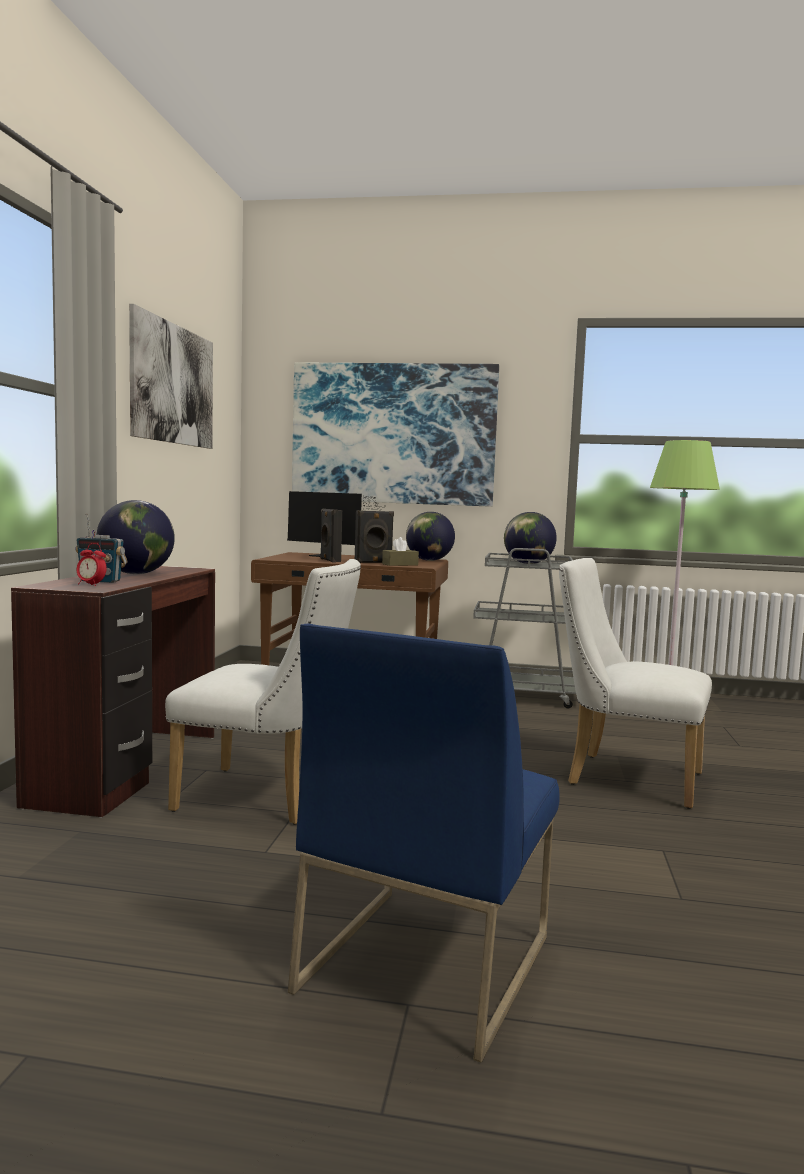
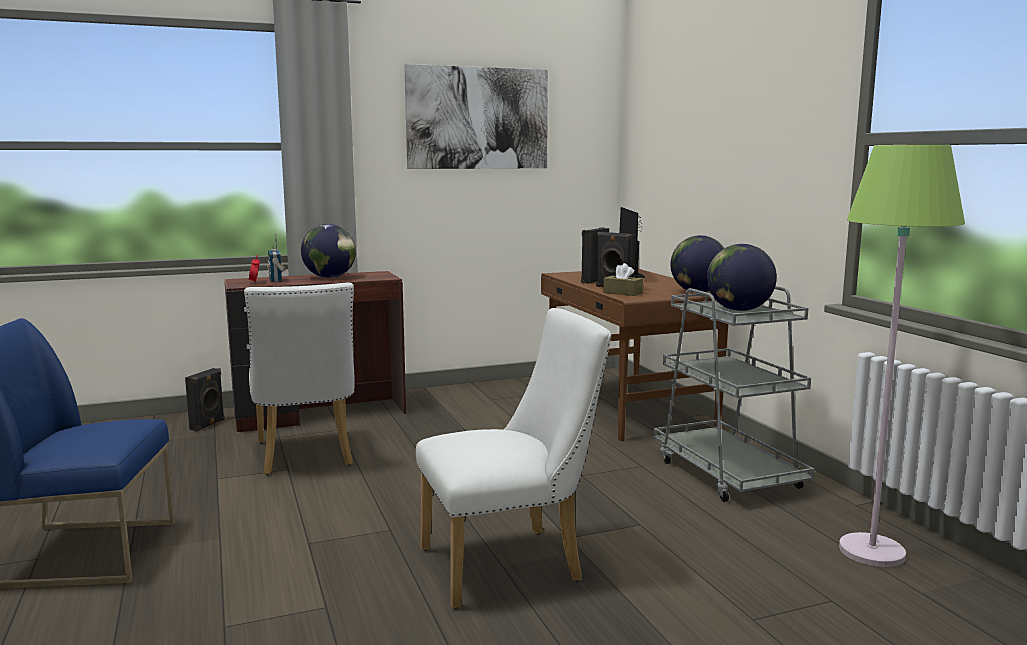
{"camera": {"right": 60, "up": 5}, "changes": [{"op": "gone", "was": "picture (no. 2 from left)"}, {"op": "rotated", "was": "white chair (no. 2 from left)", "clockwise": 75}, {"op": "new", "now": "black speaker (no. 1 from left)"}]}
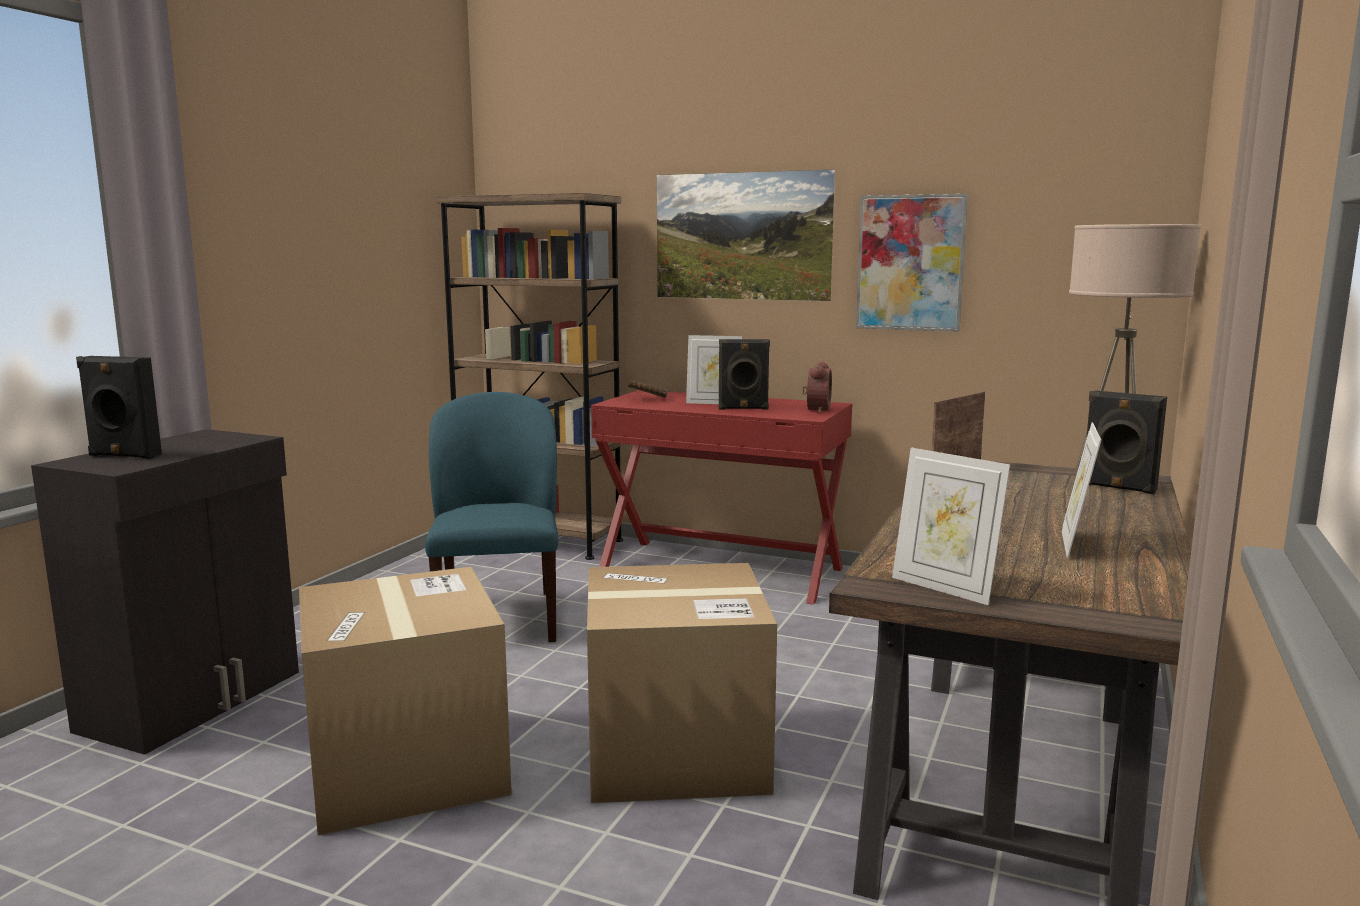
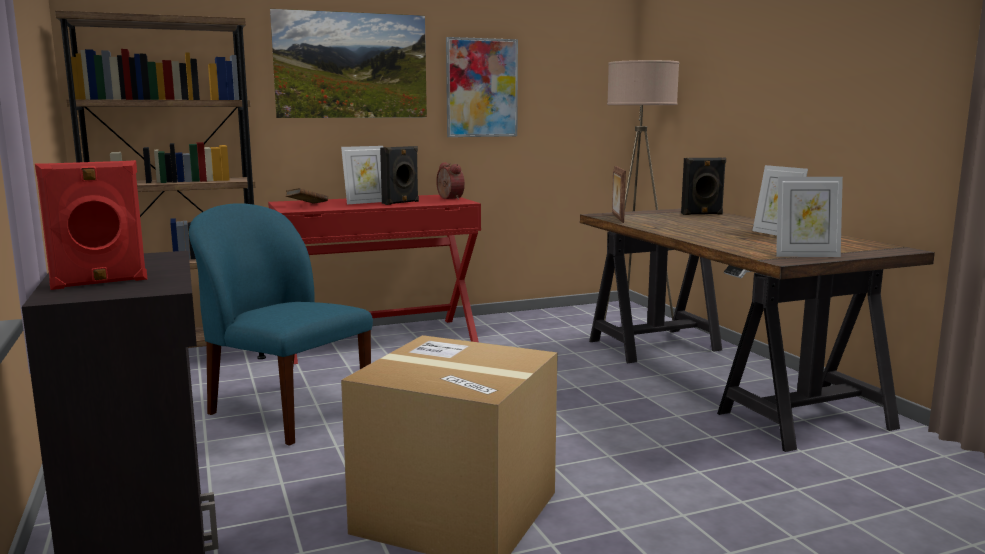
{"camera": {"right": -45, "up": 0}, "changes": [{"op": "repainted", "was": "black speaker (no. 1 from left)", "now": "red speaker"}, {"op": "gone", "was": "cardboard box (no. 2 from left)"}]}
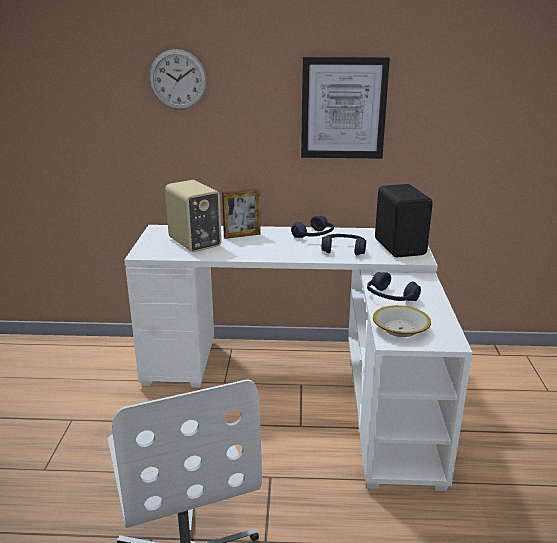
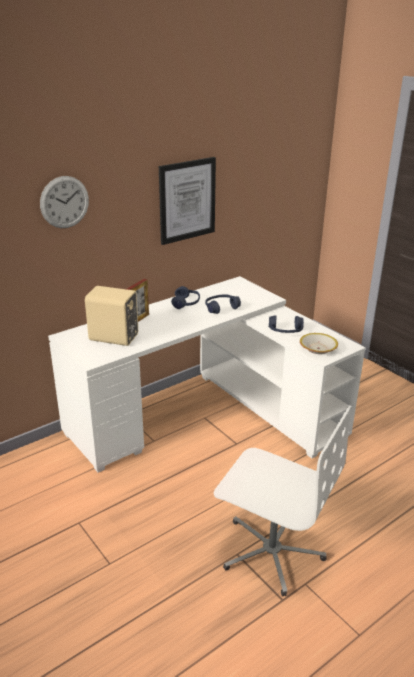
{"camera": {"right": -40, "up": 5}, "changes": [{"op": "gone", "was": "black speaker"}]}
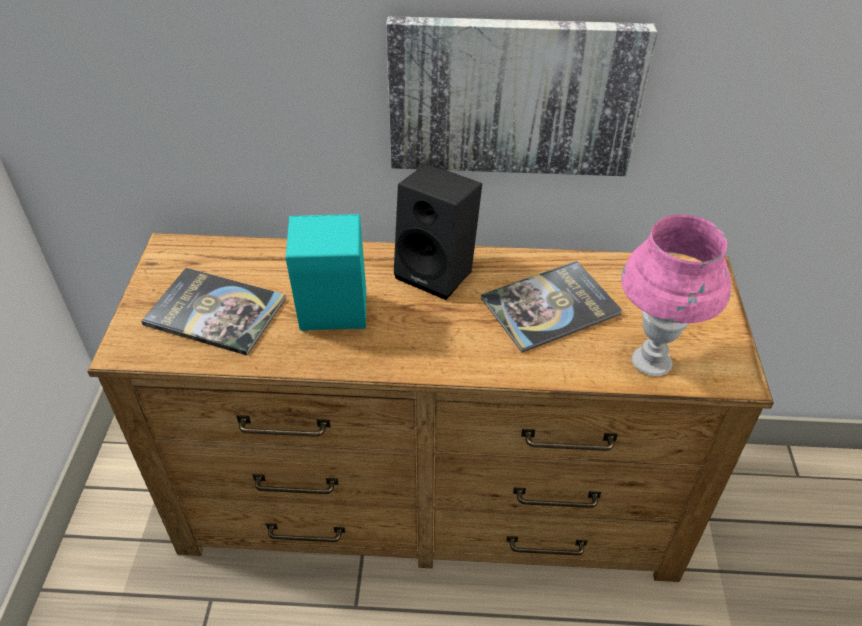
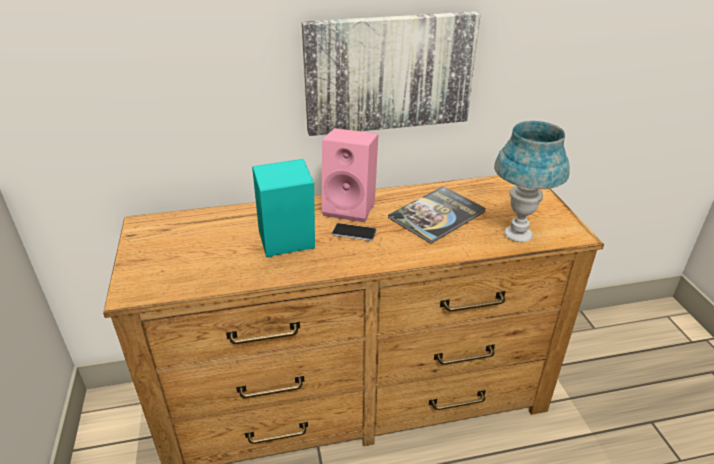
{"camera": {"right": -15, "up": -10}, "changes": [{"op": "repainted", "was": "black speaker", "now": "pink speaker"}, {"op": "repainted", "was": "pink table lamp", "now": "blue table lamp"}, {"op": "gone", "was": "book (no. 1 from left)"}, {"op": "new", "now": "phone"}]}
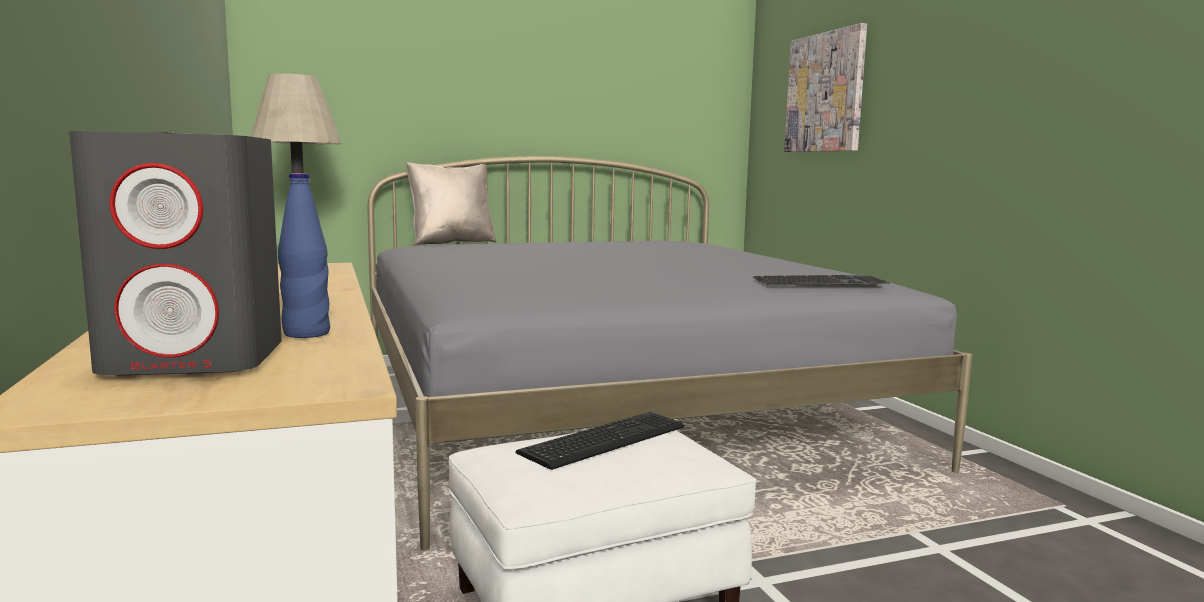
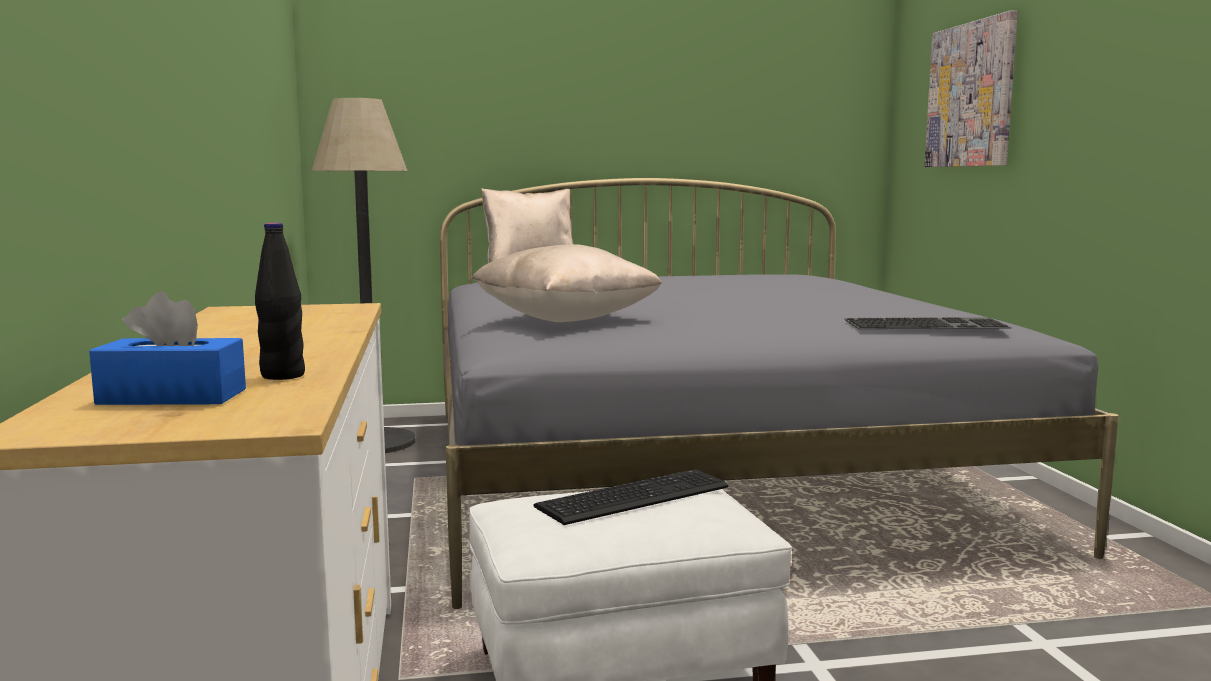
{"camera": {"right": 10, "up": 0}, "changes": [{"op": "swapped", "was": "grey speaker", "now": "blue tissue box"}, {"op": "repainted", "was": "blue bottle", "now": "black bottle"}, {"op": "new", "now": "beige pillow (no. 2 from left)"}]}
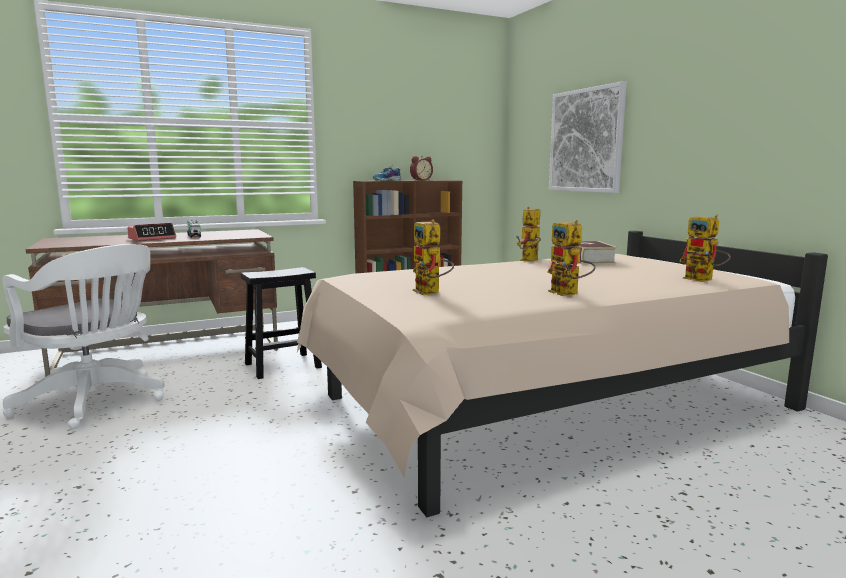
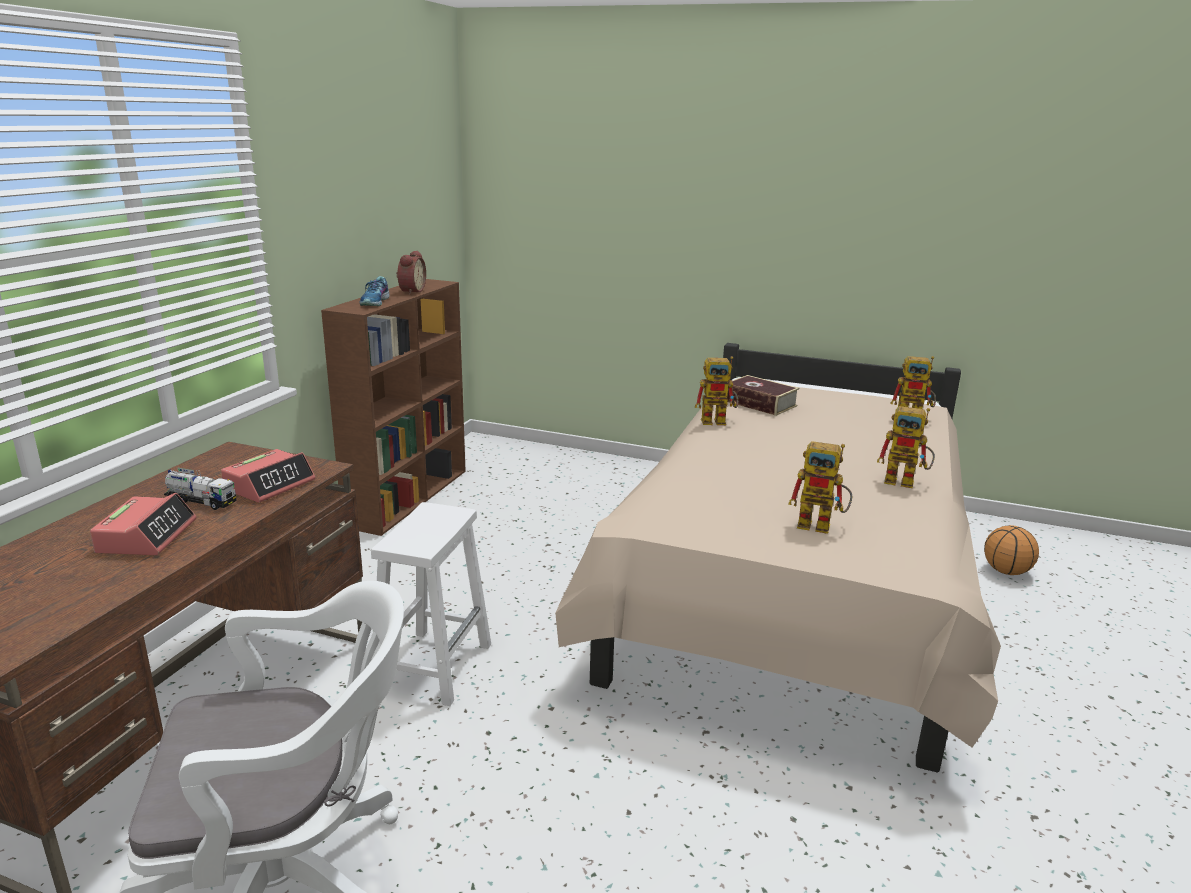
{"camera": {"right": -45, "up": 10}, "changes": [{"op": "gone", "was": "picture"}, {"op": "rotated", "was": "toy robot (no. 2 from left in the first image)", "clockwise": -75}, {"op": "repainted", "was": "black stool", "now": "white stool"}, {"op": "new", "now": "alarm clock (no. 2 from left)"}, {"op": "new", "now": "basketball"}]}
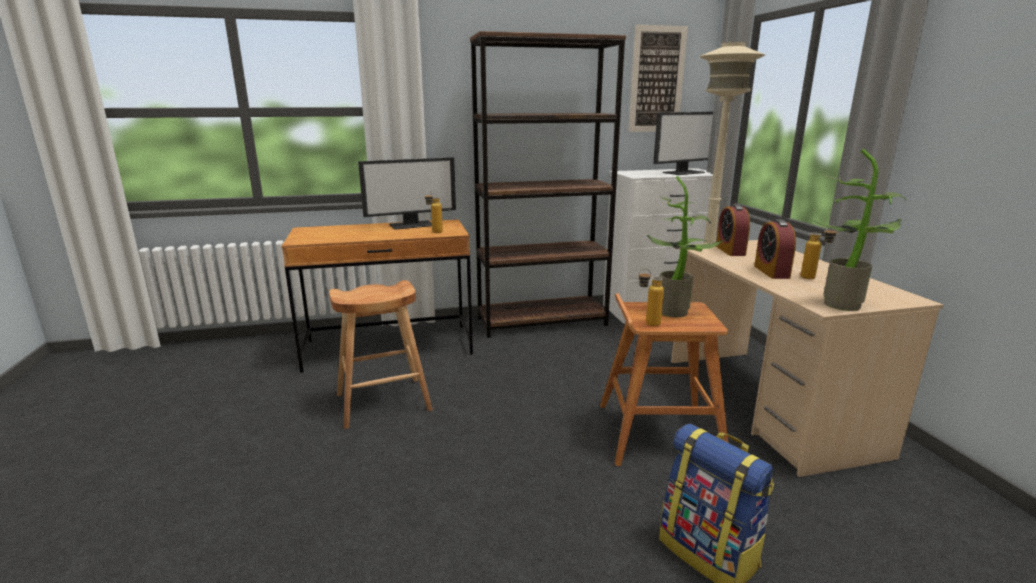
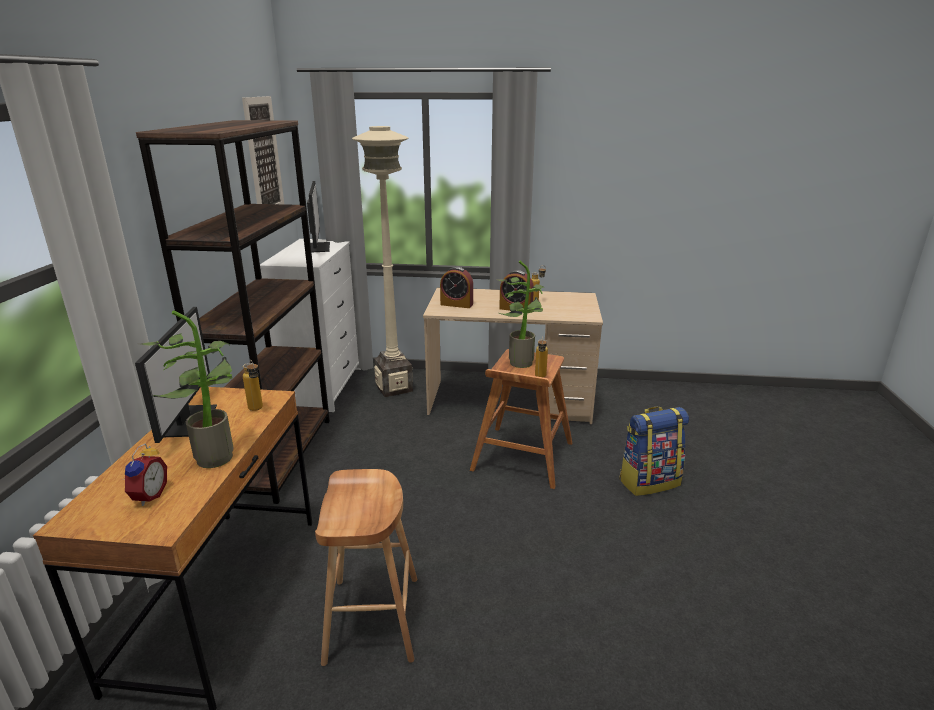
{"camera": {"right": -70, "up": 5}, "changes": [{"op": "shifted", "was": "potted plant (no. 2 from left in the first image)", "now": "potted plant (no. 1 from left)"}, {"op": "new", "now": "alarm clock (no. 1 from left)"}]}
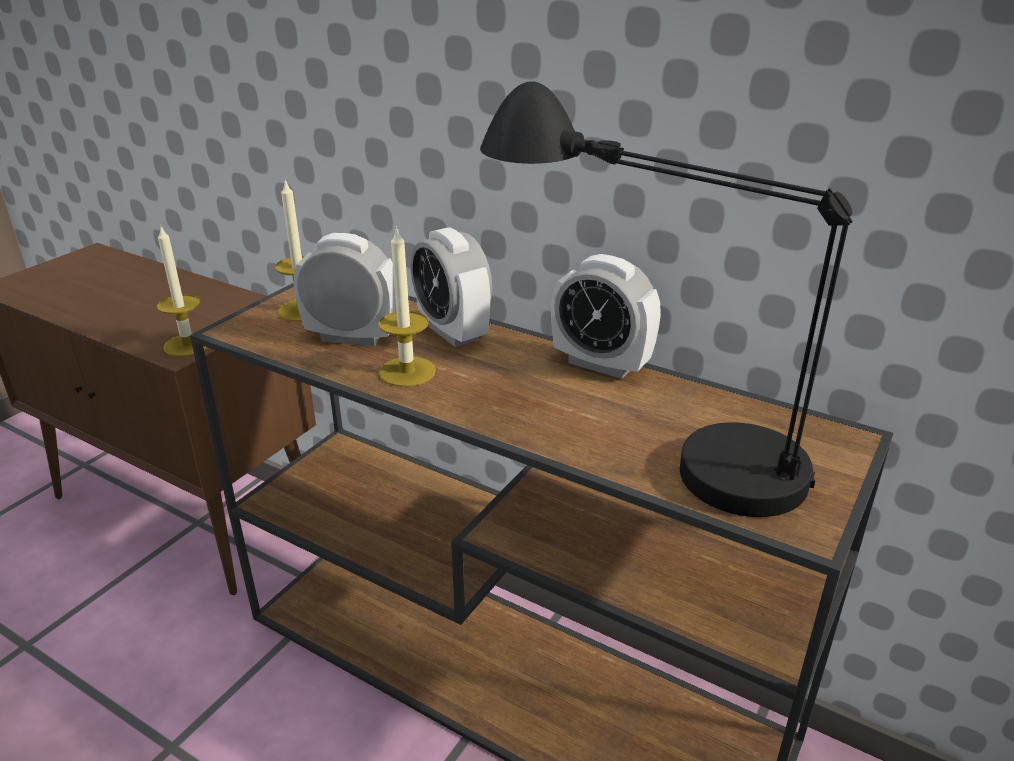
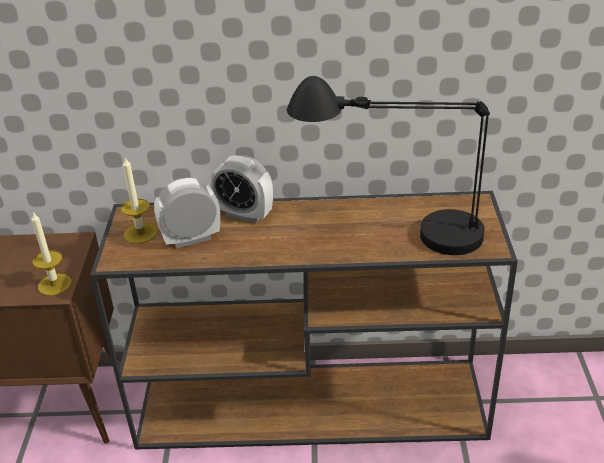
{"camera": {"right": -30, "up": 5}, "changes": [{"op": "gone", "was": "candle (no. 3 from left)"}, {"op": "gone", "was": "alarm clock (no. 3 from left)"}]}
